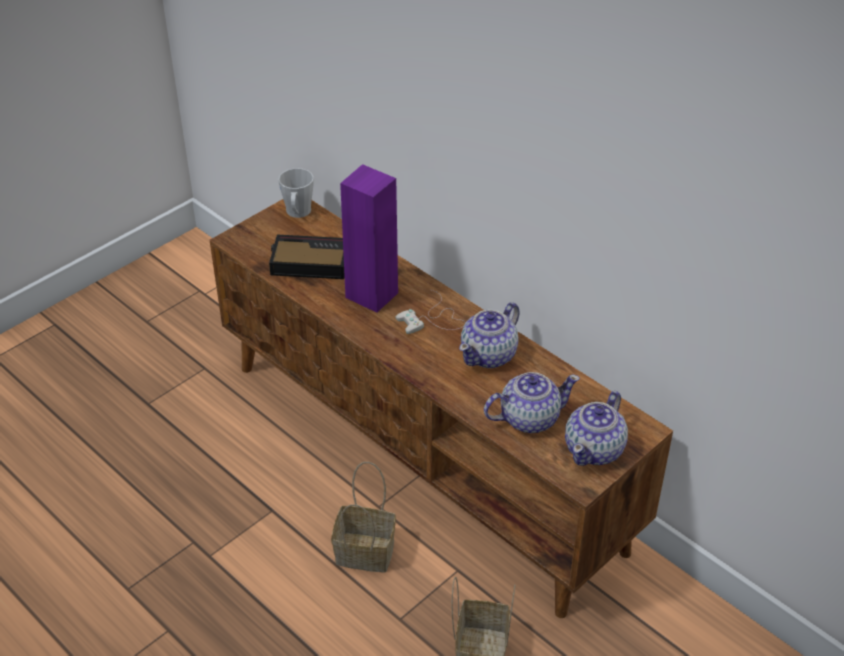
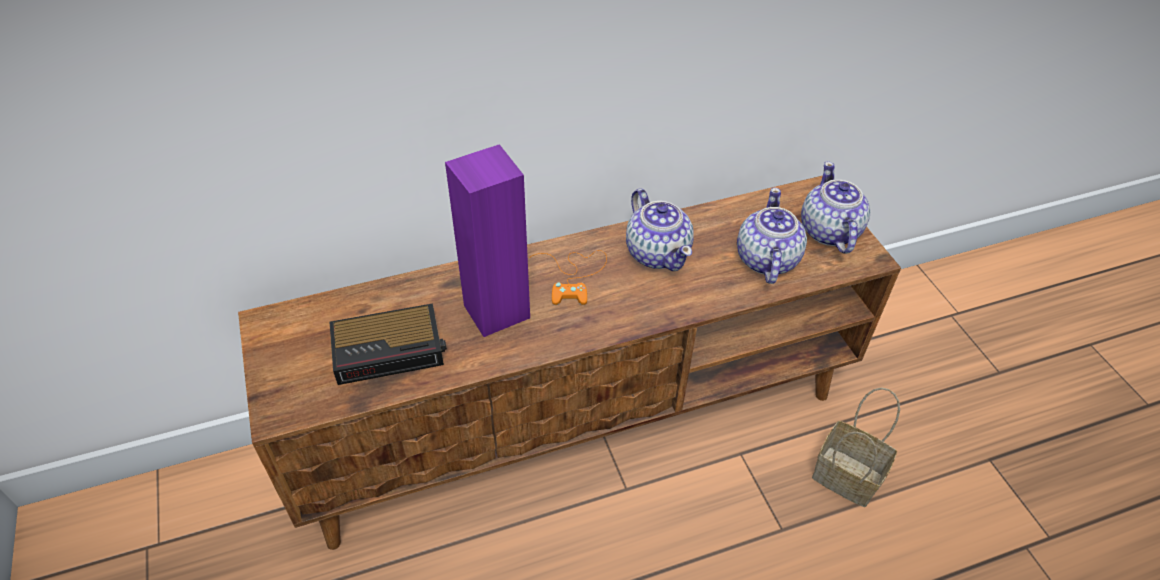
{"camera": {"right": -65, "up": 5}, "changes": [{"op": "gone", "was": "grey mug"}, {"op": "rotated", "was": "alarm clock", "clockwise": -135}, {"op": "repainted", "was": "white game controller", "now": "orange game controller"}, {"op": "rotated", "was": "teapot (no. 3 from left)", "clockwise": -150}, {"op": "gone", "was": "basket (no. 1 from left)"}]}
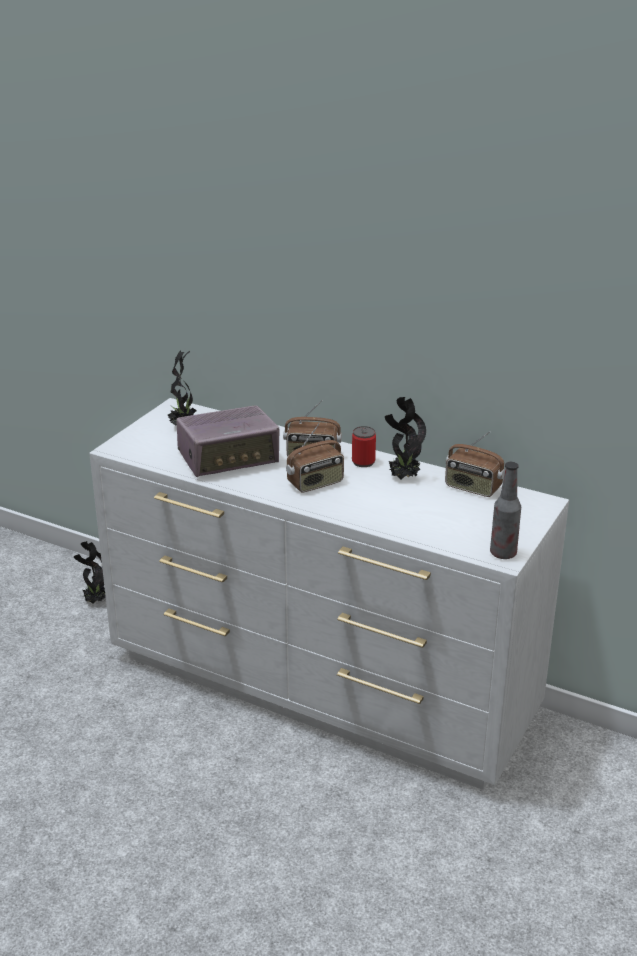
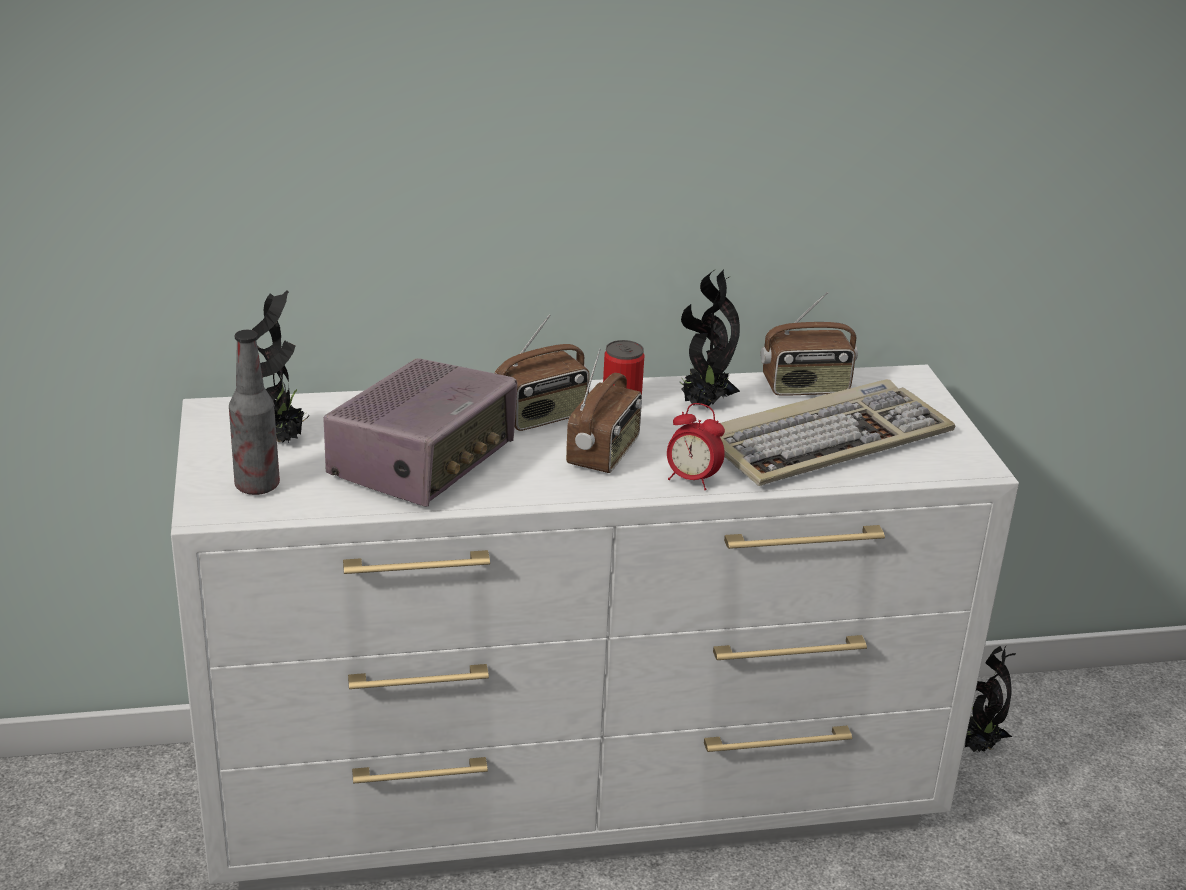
{"camera": {"right": -40, "up": 0}, "changes": [{"op": "shifted", "was": "bottle"}, {"op": "shifted", "was": "potted plant (no. 1 from left in the first image)", "now": "potted plant (no. 3 from left)"}, {"op": "new", "now": "keyboard"}, {"op": "new", "now": "alarm clock"}]}
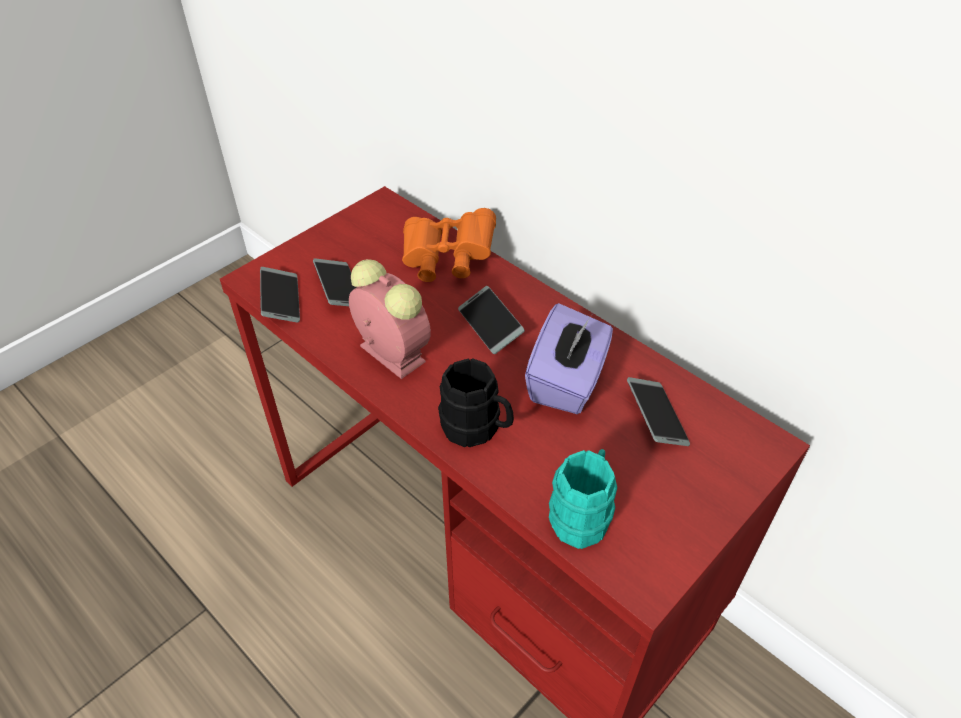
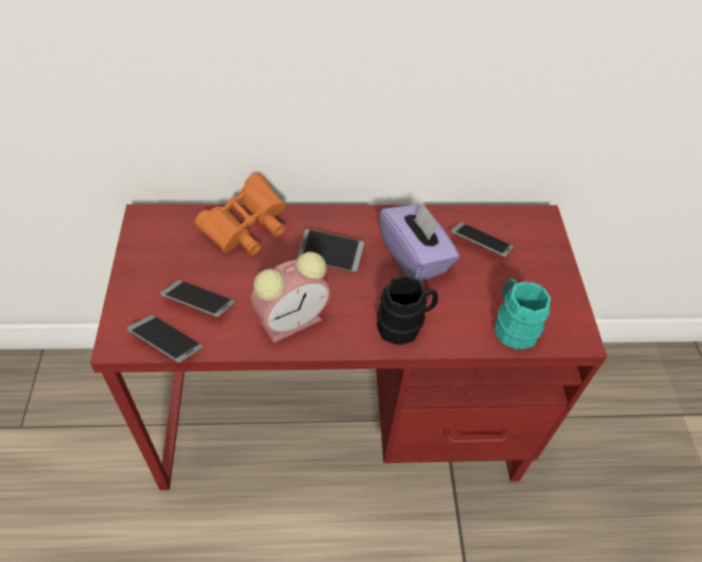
{"camera": {"right": -50, "up": 5}, "changes": [{"op": "rotated", "was": "alarm clock", "clockwise": 150}]}
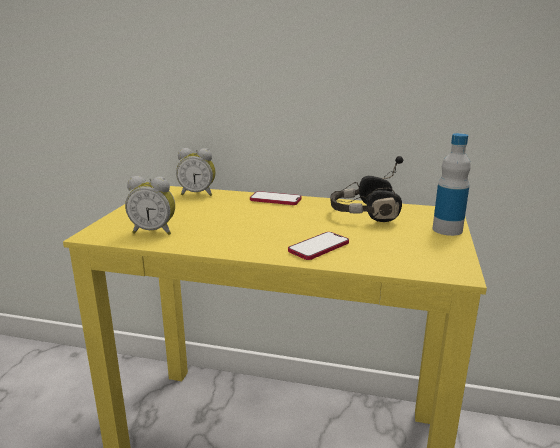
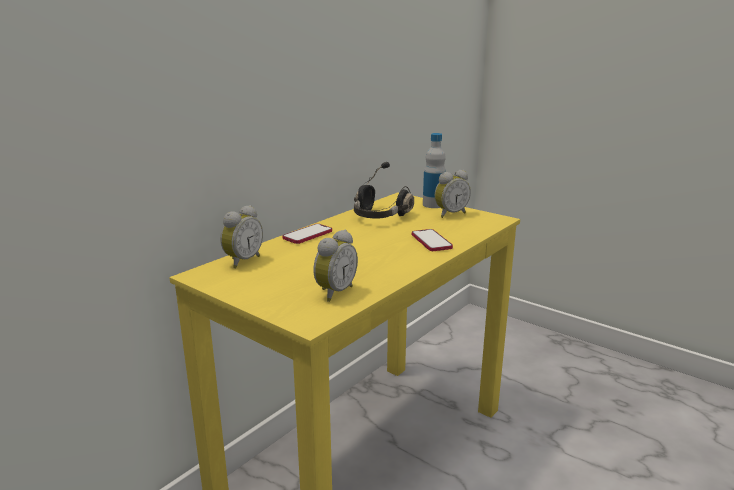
{"camera": {"right": -65, "up": 0}, "changes": [{"op": "new", "now": "alarm clock (no. 3 from left)"}]}
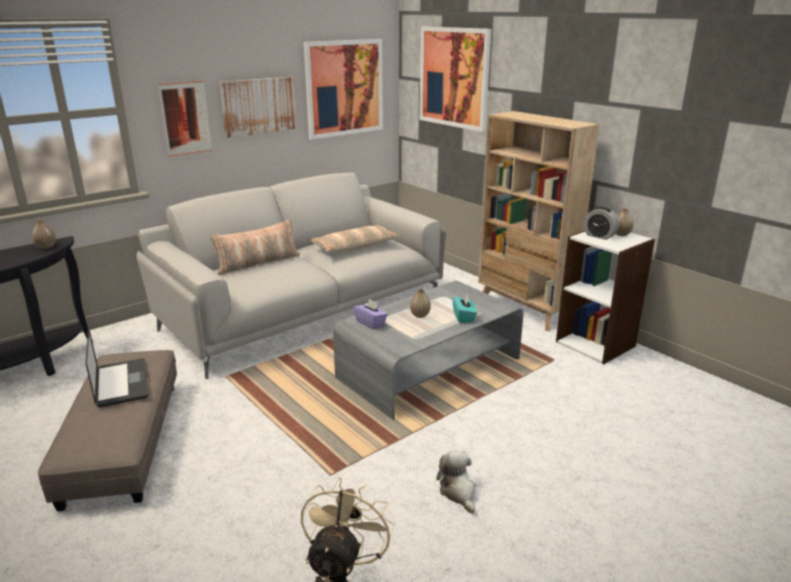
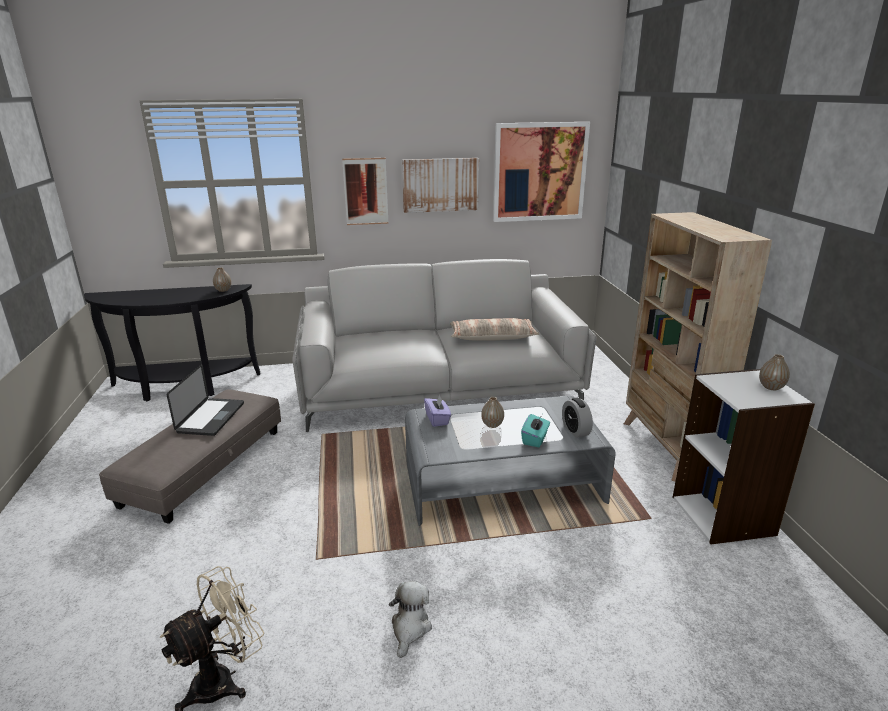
{"camera": {"right": 30, "up": 0}, "changes": [{"op": "gone", "was": "picture (no. 4 from left)"}, {"op": "shifted", "was": "alarm clock"}, {"op": "gone", "was": "pillow (no. 1 from left)"}]}
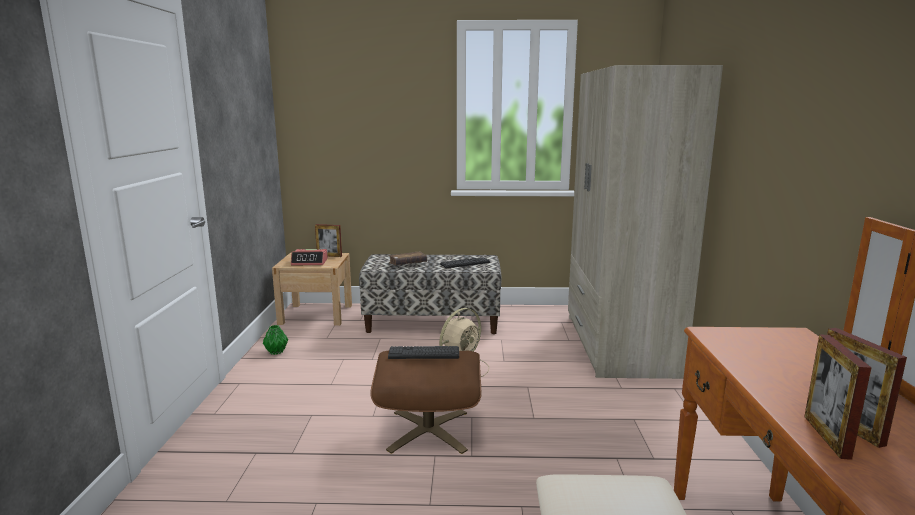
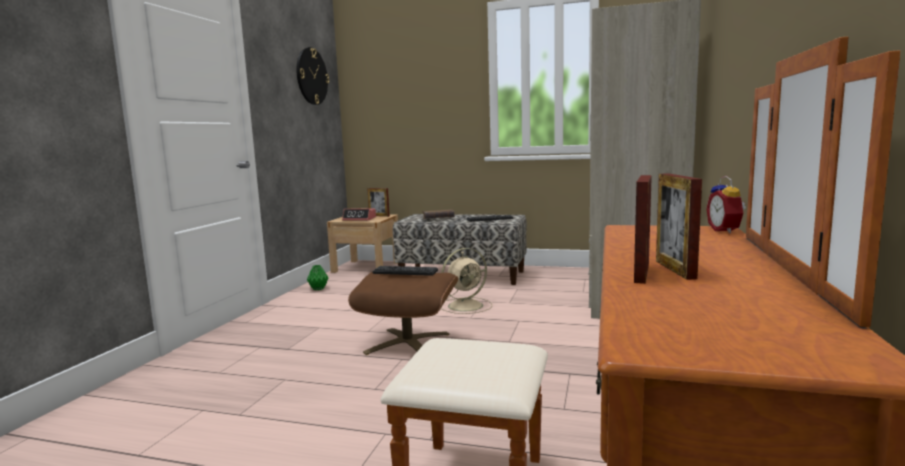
{"camera": {"right": 15, "up": -5}, "changes": [{"op": "new", "now": "wall clock"}, {"op": "new", "now": "alarm clock (no. 2 from left)"}]}
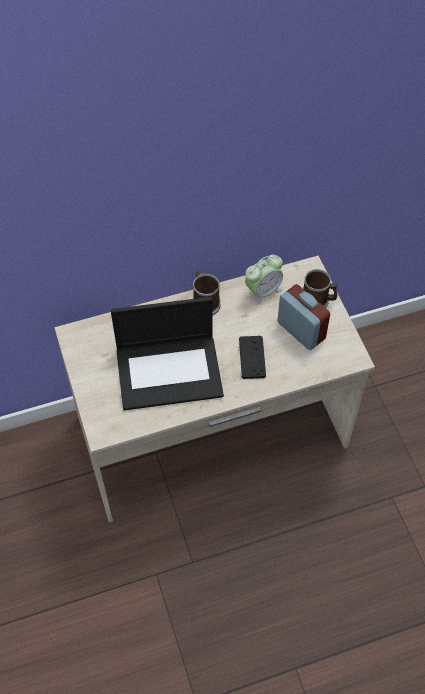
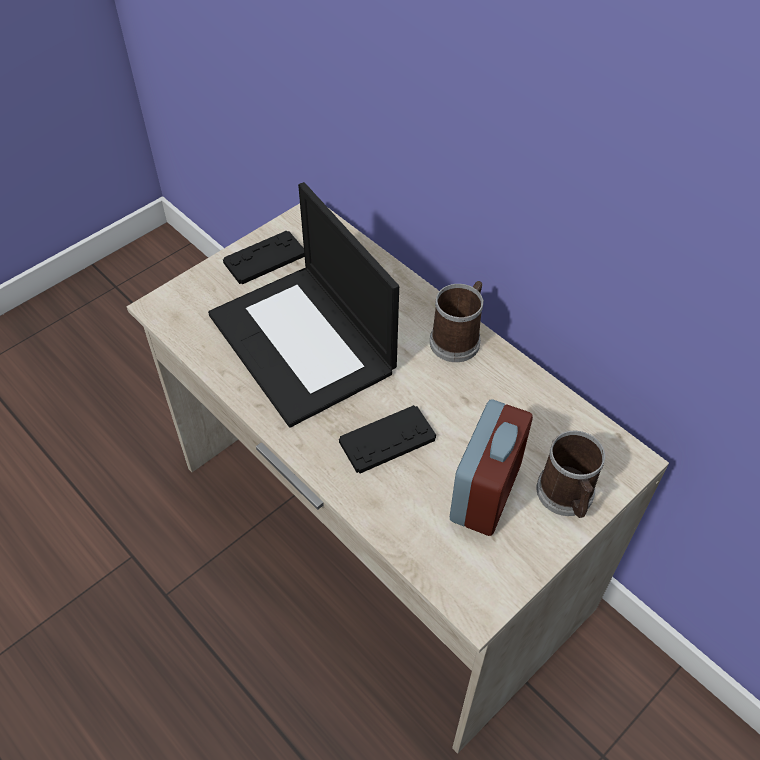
{"camera": {"right": 65, "up": -5}, "changes": [{"op": "gone", "was": "alarm clock (no. 1 from left)"}, {"op": "new", "now": "black game controller (no. 1 from left)"}]}
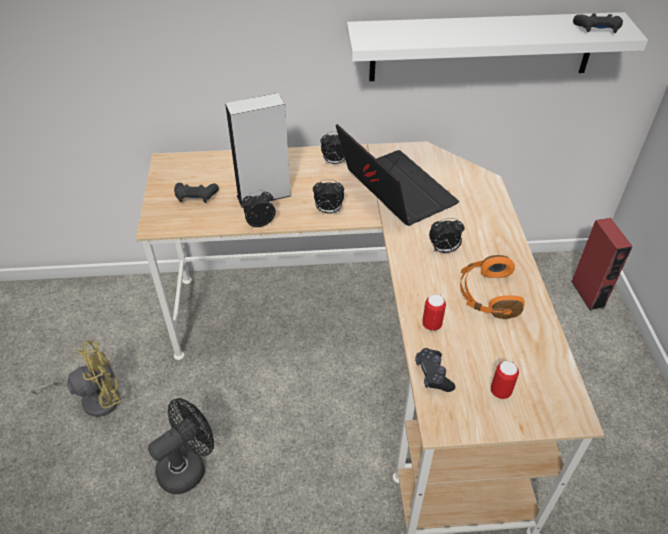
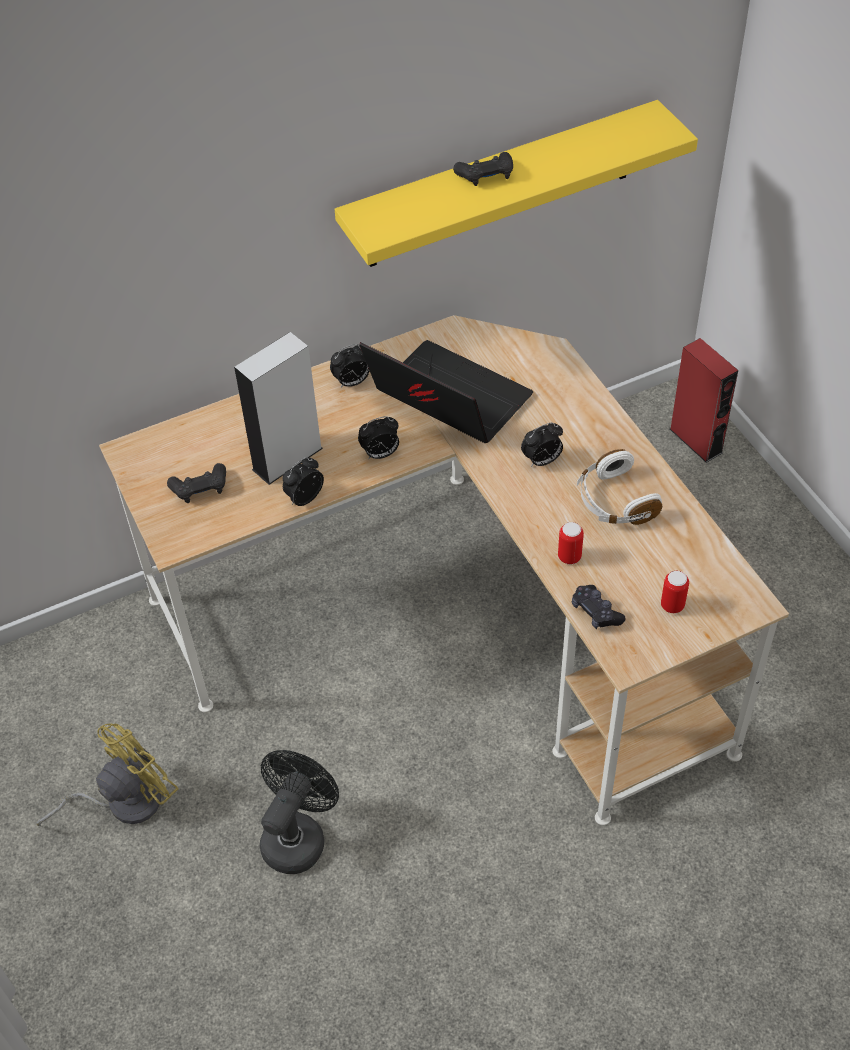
{"camera": {"right": -20, "up": 5}, "changes": [{"op": "repainted", "was": "white shelf", "now": "yellow shelf"}, {"op": "shifted", "was": "black game controller (no. 3 from left in the first image)", "now": "black game controller (no. 2 from left)"}, {"op": "repainted", "was": "orange headphones", "now": "white headphones"}]}
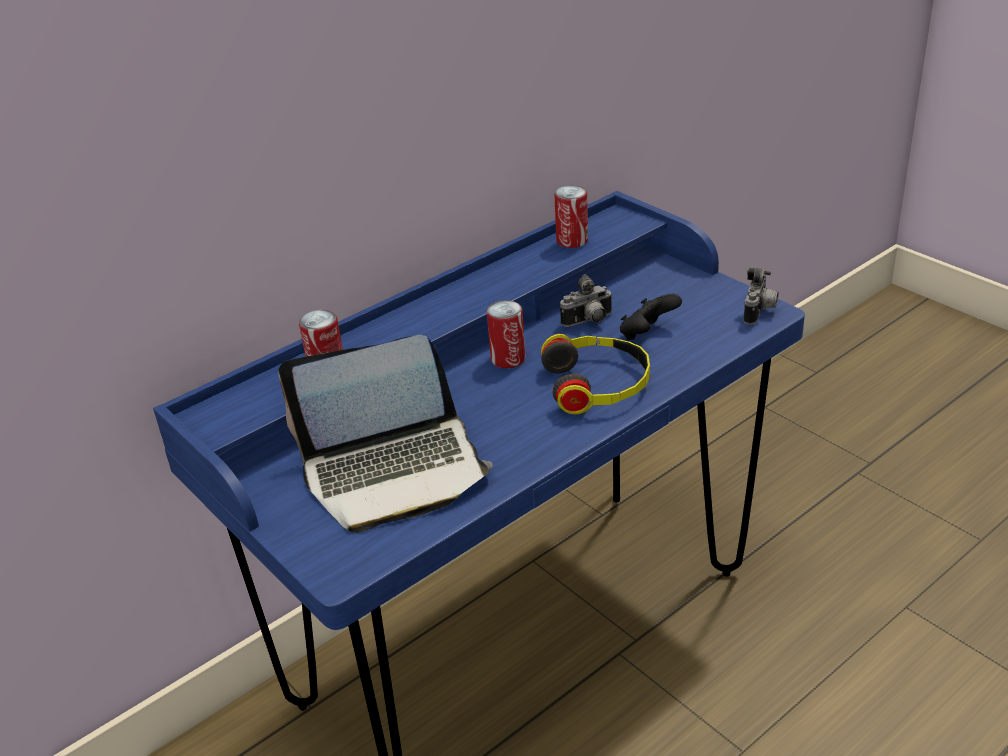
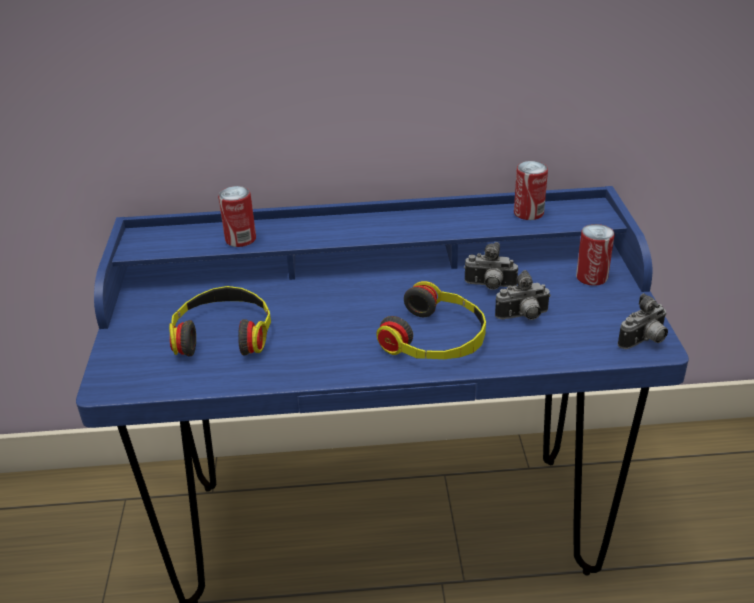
{"camera": {"right": 35, "up": 0}, "changes": [{"op": "swapped", "was": "black game controller", "now": "photo camera (no. 2 from left)"}, {"op": "shifted", "was": "can (no. 2 from left in the first image)", "now": "can (no. 3 from left)"}, {"op": "swapped", "was": "laptop", "now": "headphones (no. 1 from left)"}]}
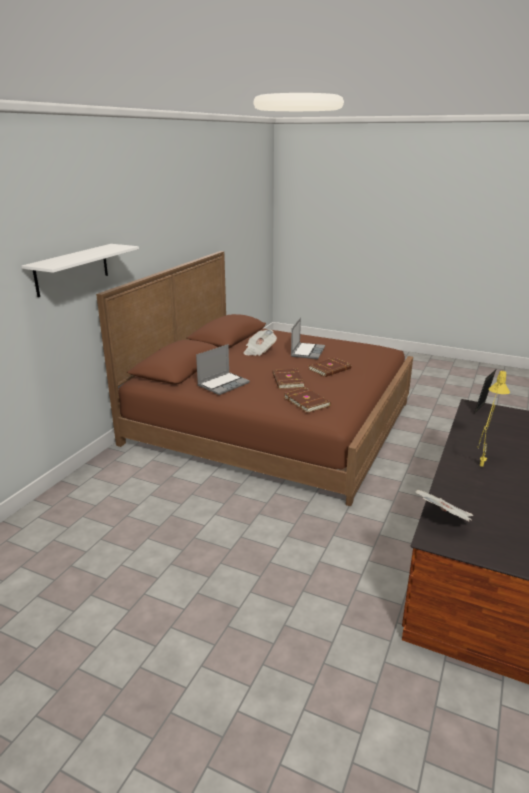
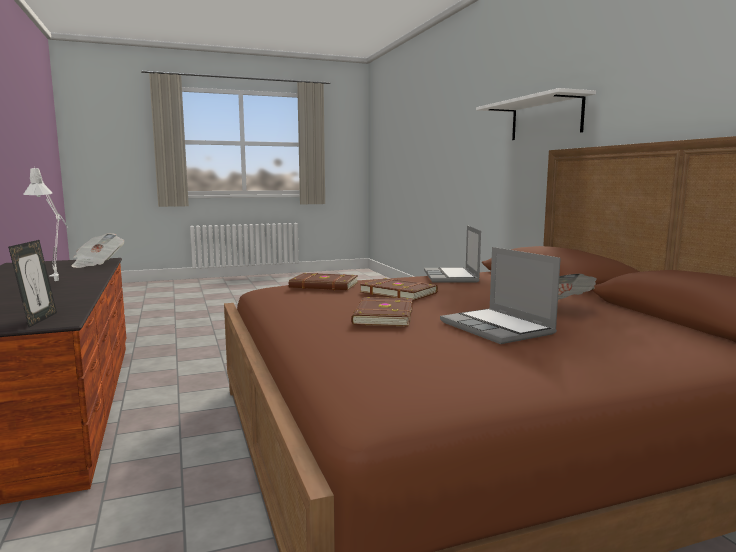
{"camera": {"right": 135, "up": -15}, "changes": [{"op": "repainted", "was": "yellow table lamp", "now": "white table lamp"}]}
